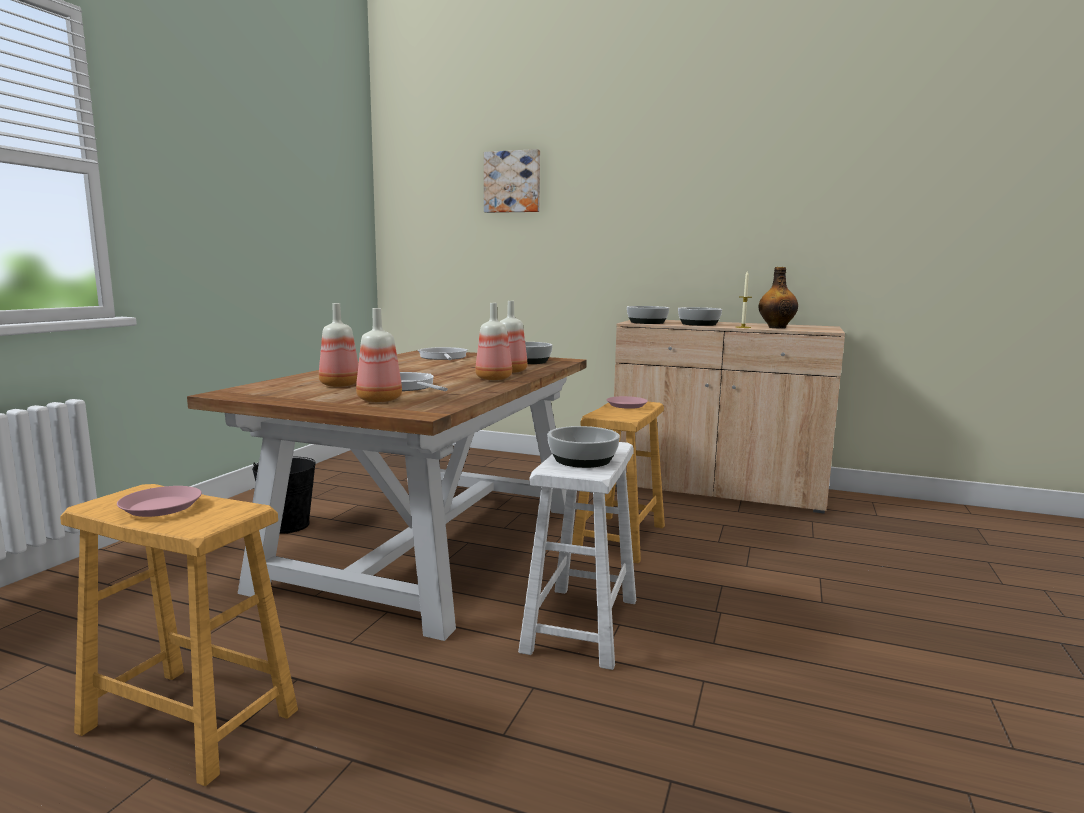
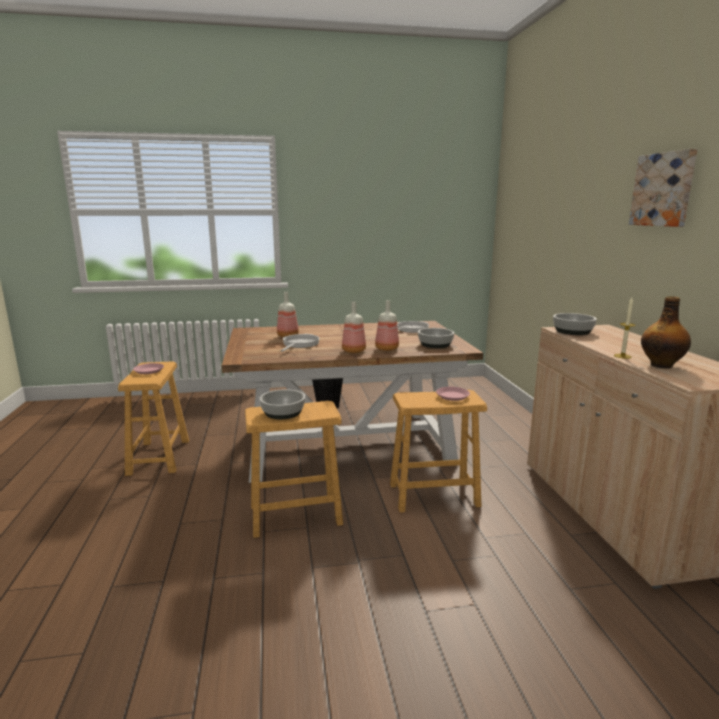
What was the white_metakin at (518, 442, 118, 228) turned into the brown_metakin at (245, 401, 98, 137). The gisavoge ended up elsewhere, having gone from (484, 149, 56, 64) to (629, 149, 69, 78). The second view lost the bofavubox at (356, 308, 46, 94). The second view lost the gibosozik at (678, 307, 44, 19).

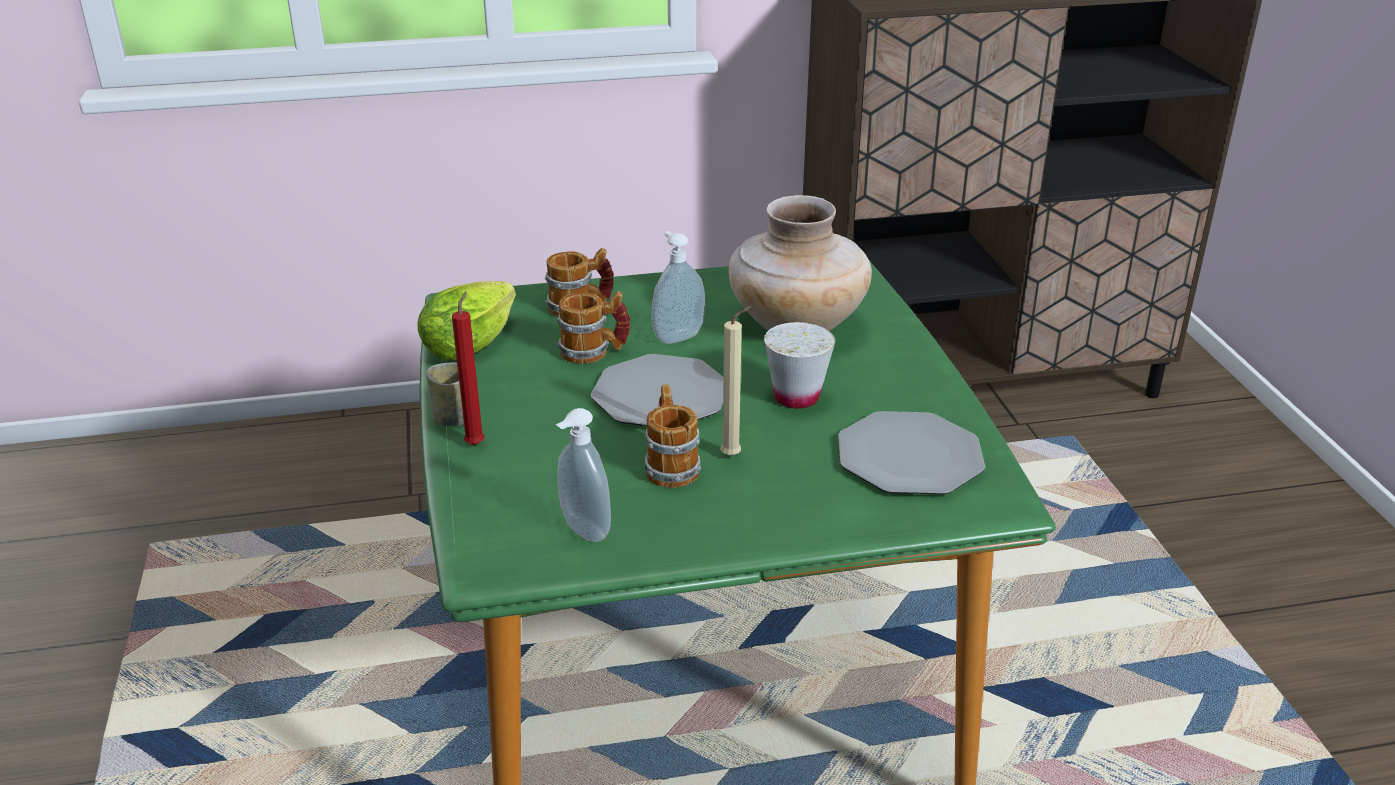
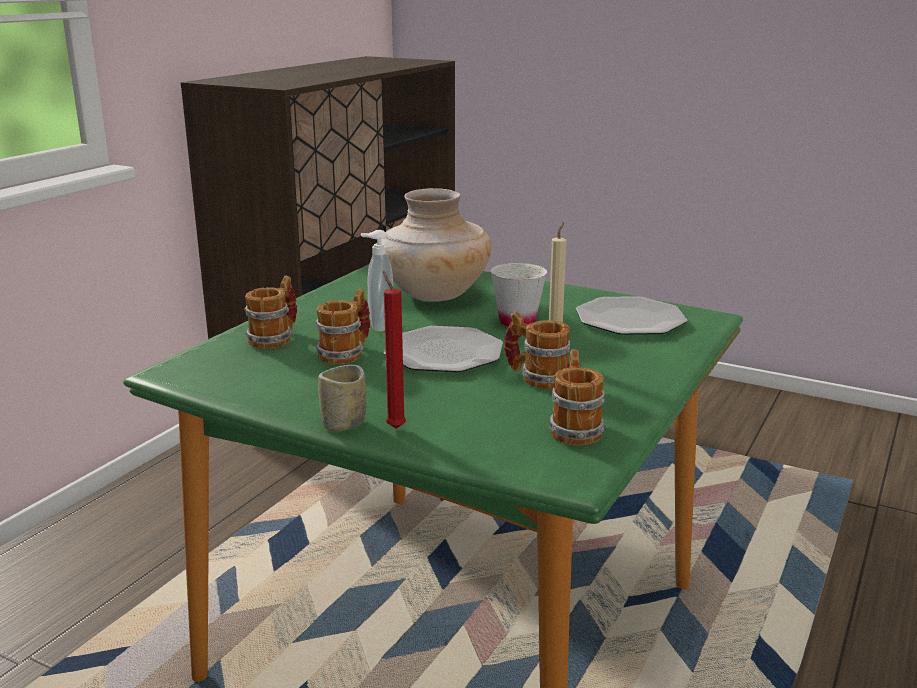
Where the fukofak stood at (556, 408, 55, 134), the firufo came to stand at (550, 349, 55, 97). The second view lost the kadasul at (417, 281, 99, 80).

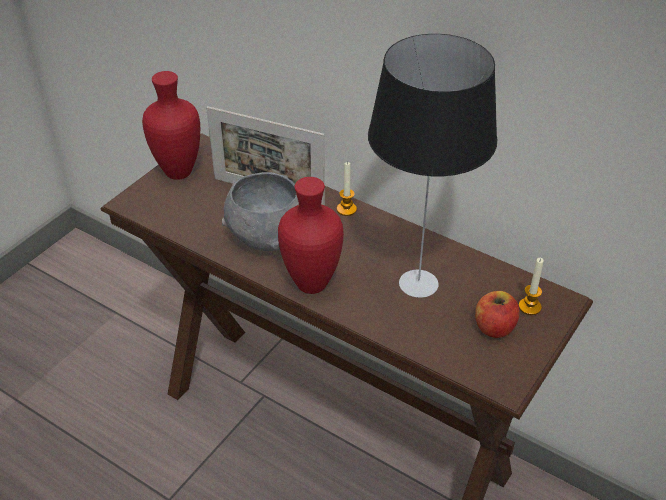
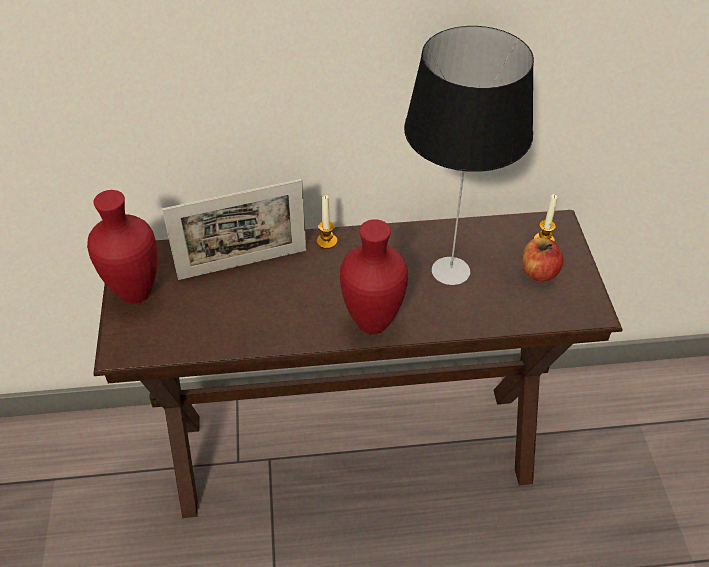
The second view lost the grey_gibosozik at (222, 172, 77, 79).

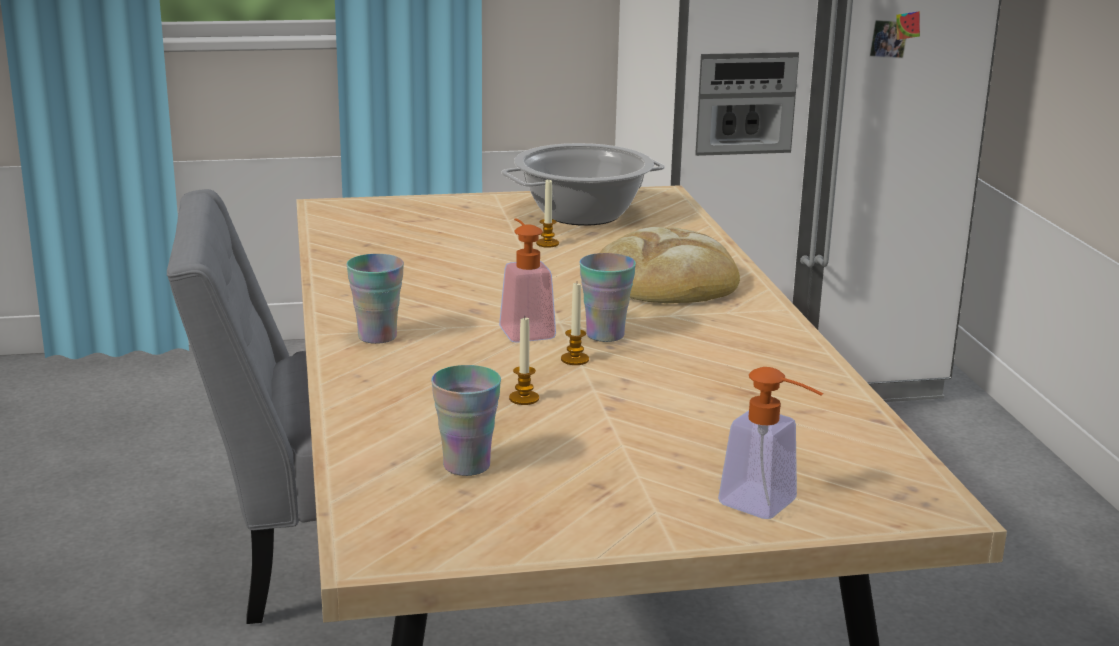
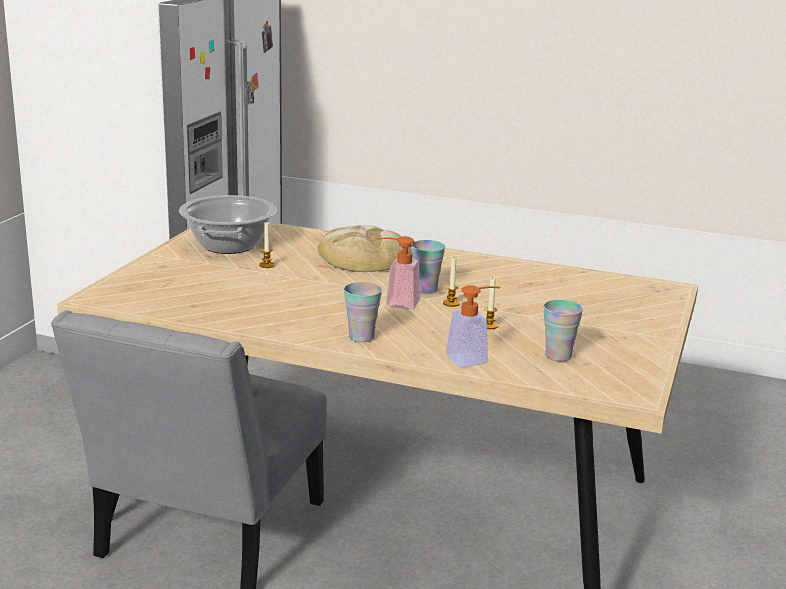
The fukofak ended up elsewhere, having gone from (718, 367, 105, 152) to (446, 285, 54, 82).

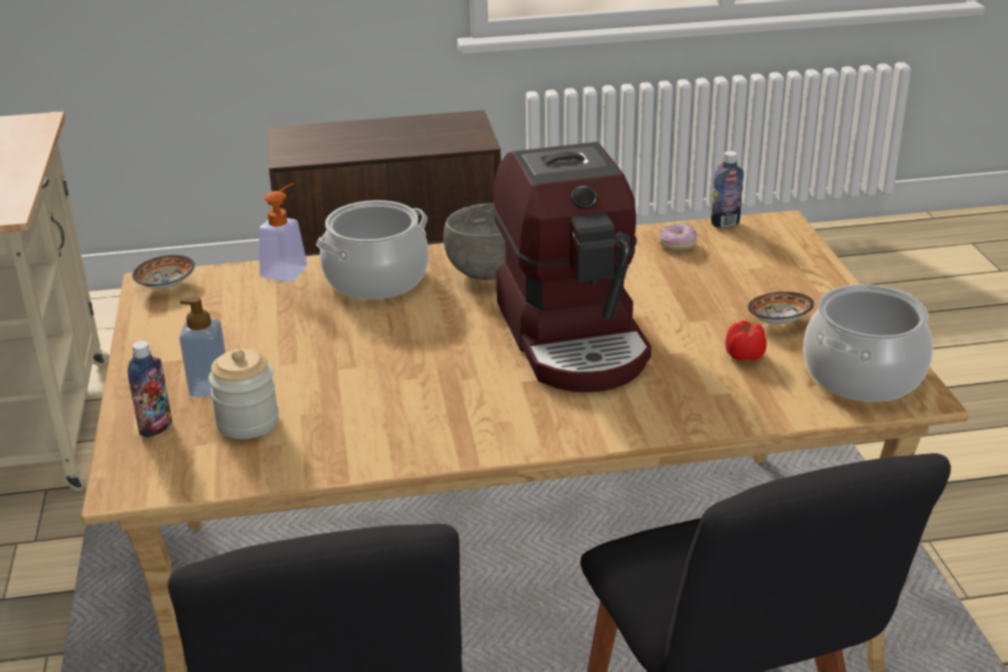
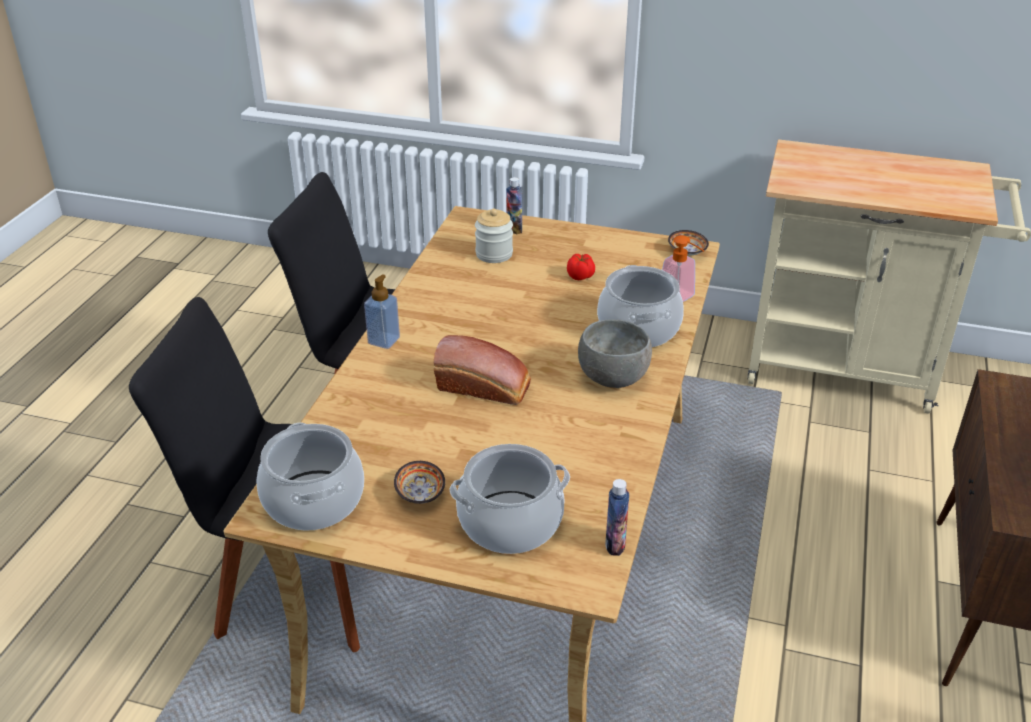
The fukofak ended up elsewhere, having gone from (179, 297, 47, 100) to (364, 274, 36, 75). Where the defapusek stood at (494, 142, 157, 250), the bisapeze came to stand at (433, 335, 98, 70). The second view gained the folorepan at (450, 444, 120, 110). The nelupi ended up elsewhere, having gone from (726, 320, 41, 41) to (567, 254, 28, 26). The second view lost the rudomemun at (659, 223, 38, 27).

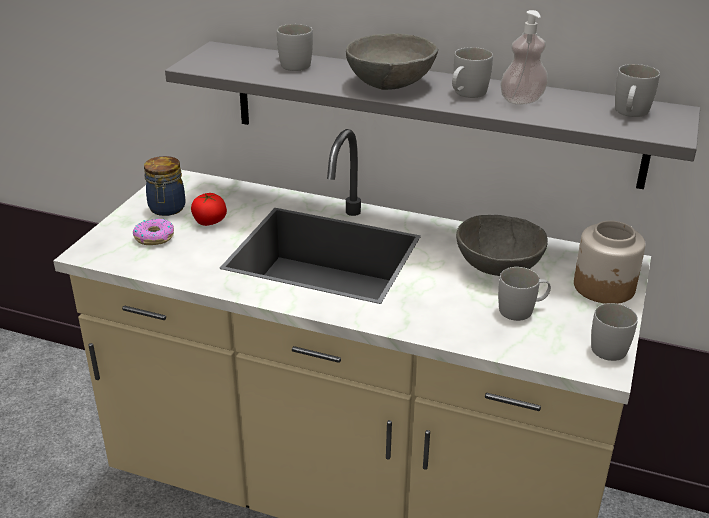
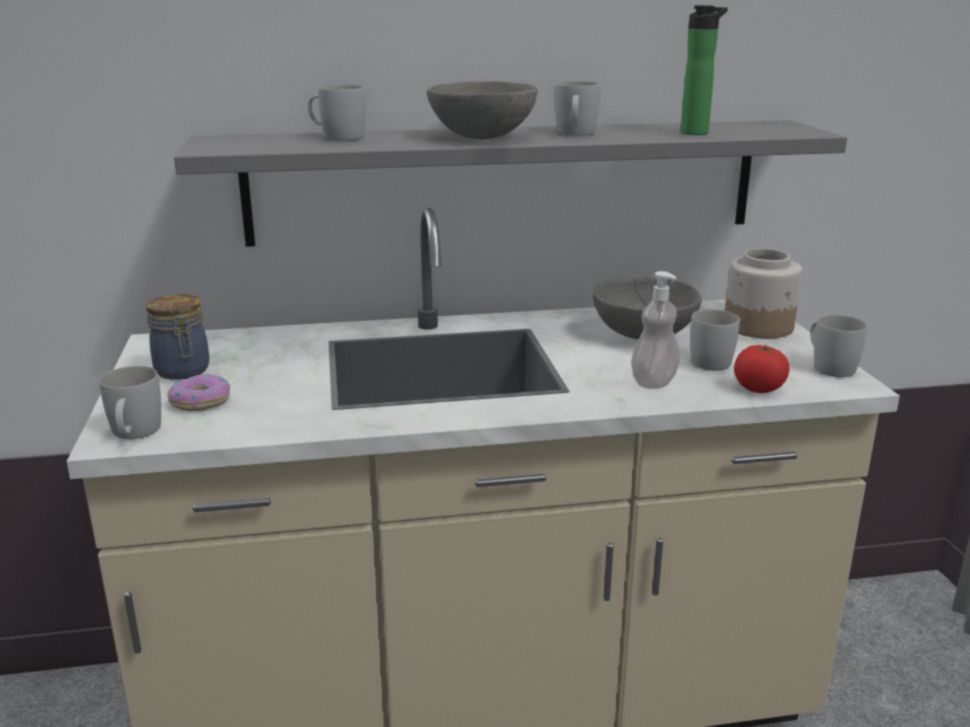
The white_firufo ended up elsewhere, having gone from (615, 64, 45, 53) to (99, 366, 62, 73). The fukofak ended up elsewhere, having gone from (500, 10, 48, 95) to (631, 271, 49, 118). The second view gained the bofavubox at (680, 5, 48, 130). The nelupi ended up elsewhere, having gone from (191, 193, 36, 33) to (734, 345, 55, 48).

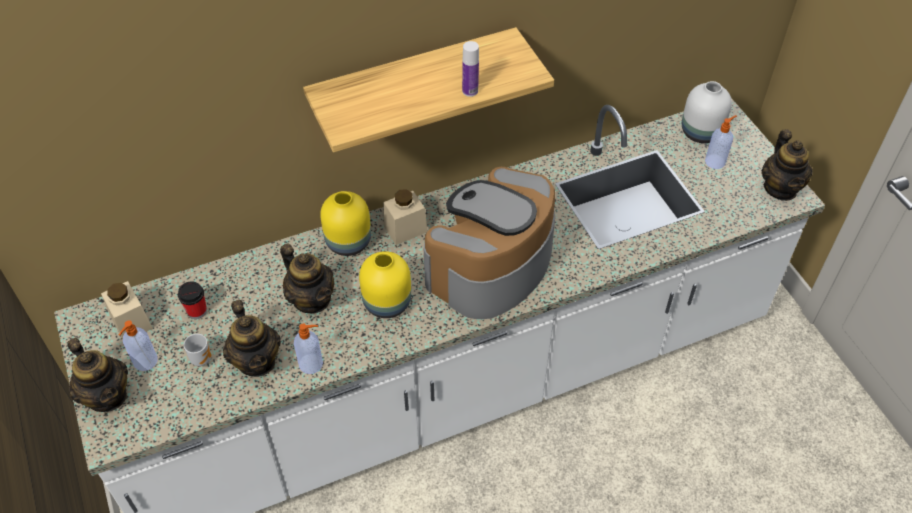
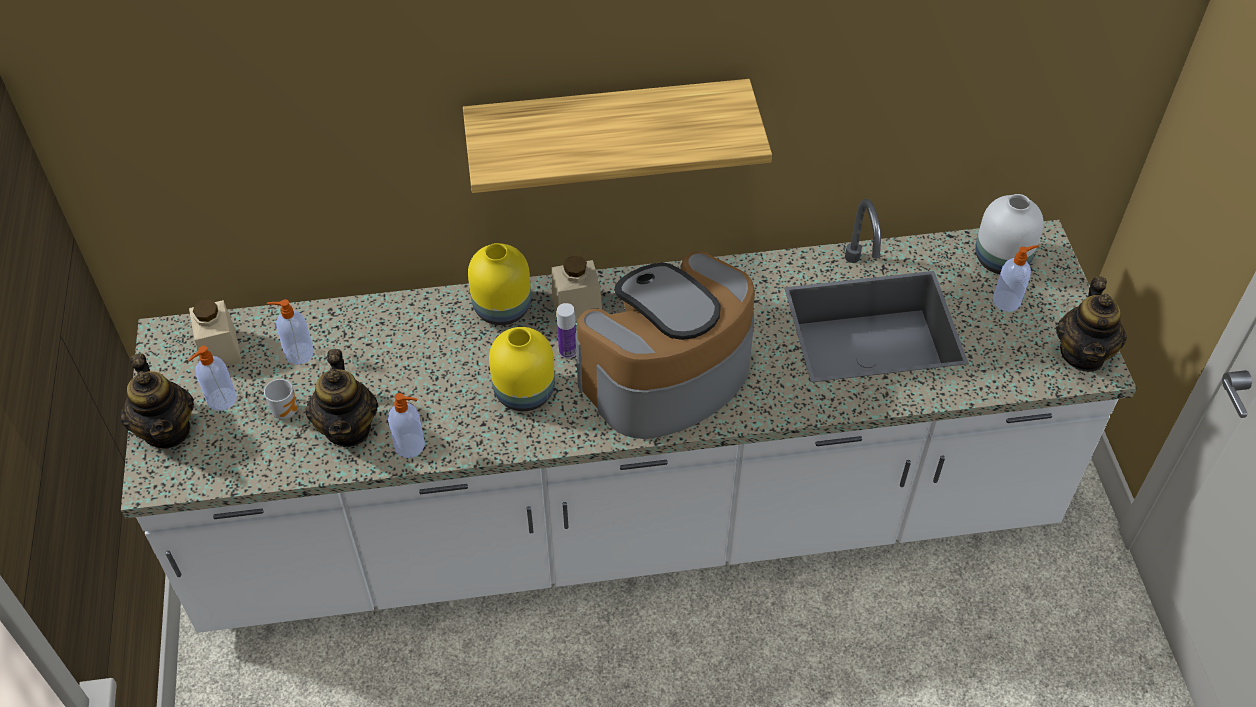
Where the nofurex stood at (178, 281, 29, 38), the fukofak came to stand at (267, 299, 47, 66). The bofavubox ended up elsewhere, having gone from (462, 41, 17, 56) to (557, 303, 19, 55). The second view lost the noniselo at (280, 243, 54, 70).

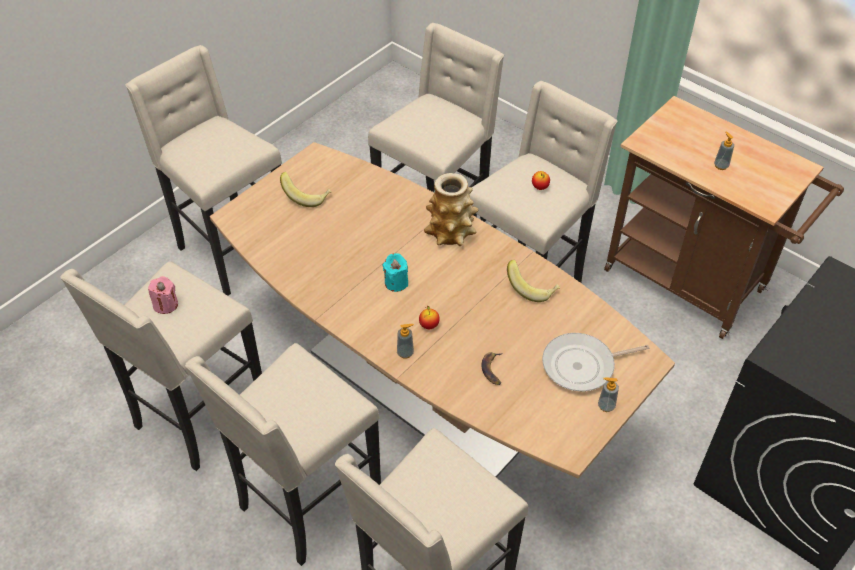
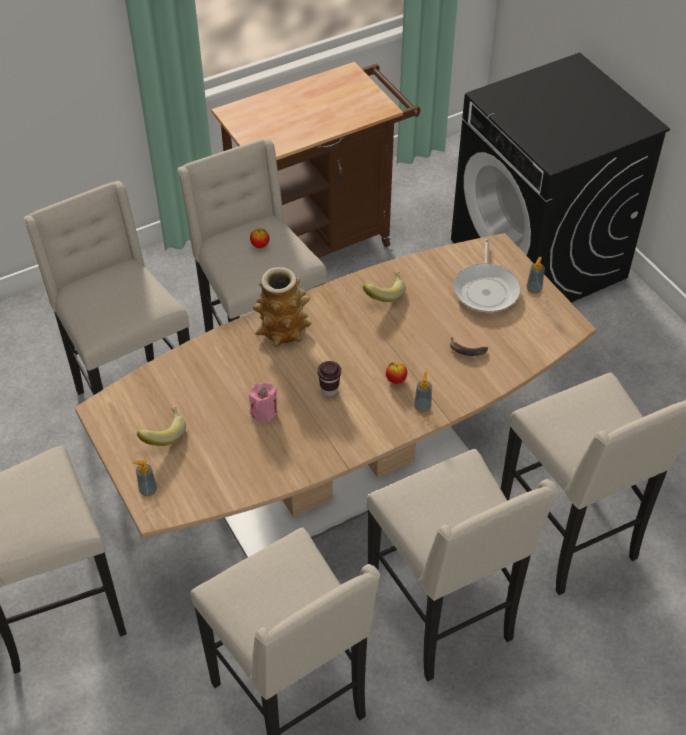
The fukofak ended up elsewhere, having gone from (714, 131, 20, 39) to (132, 460, 25, 36). The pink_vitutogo ended up elsewhere, having gone from (148, 276, 30, 38) to (249, 382, 28, 40). Where the turquoise_vitutogo stood at (383, 253, 25, 39), the brown_nofurex came to stand at (317, 361, 24, 35).

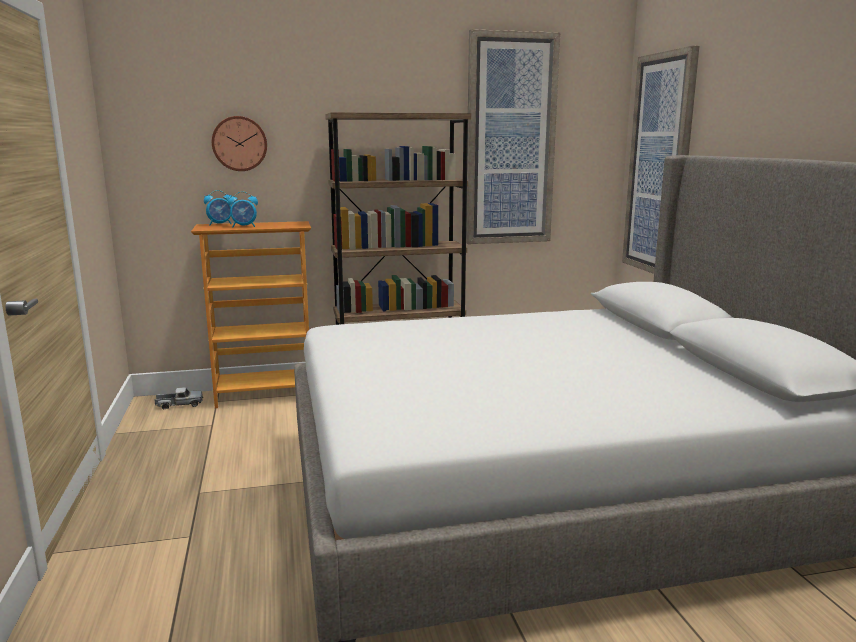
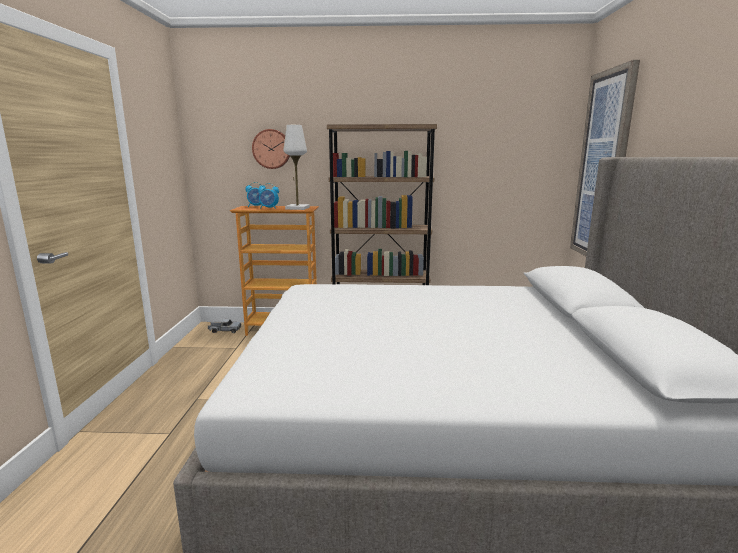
The second view gained the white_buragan at (283, 125, 27, 85). The second view lost the gisavoge at (466, 29, 94, 215).

